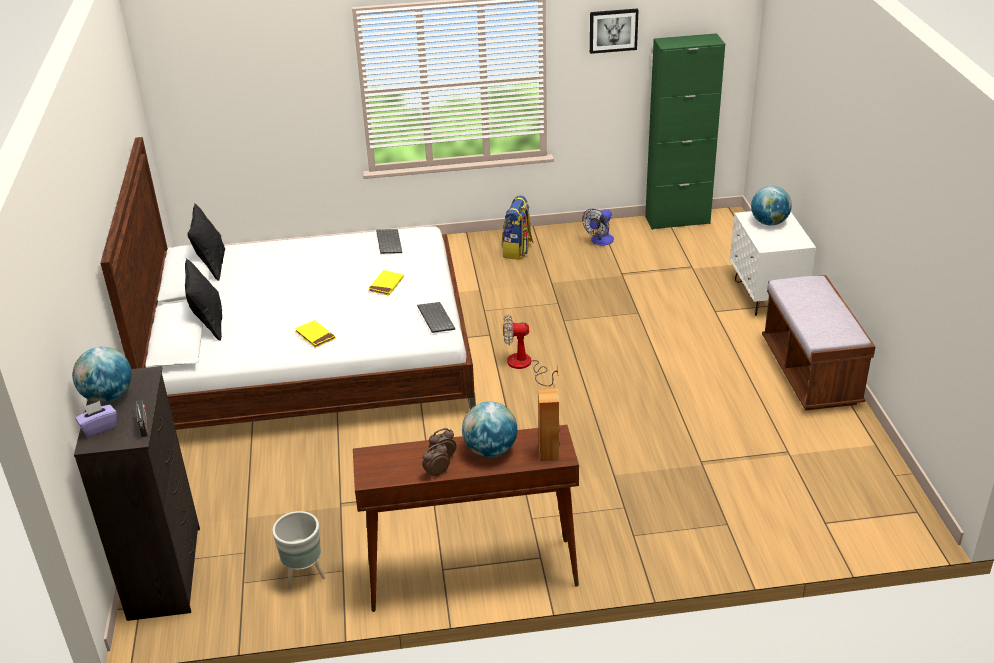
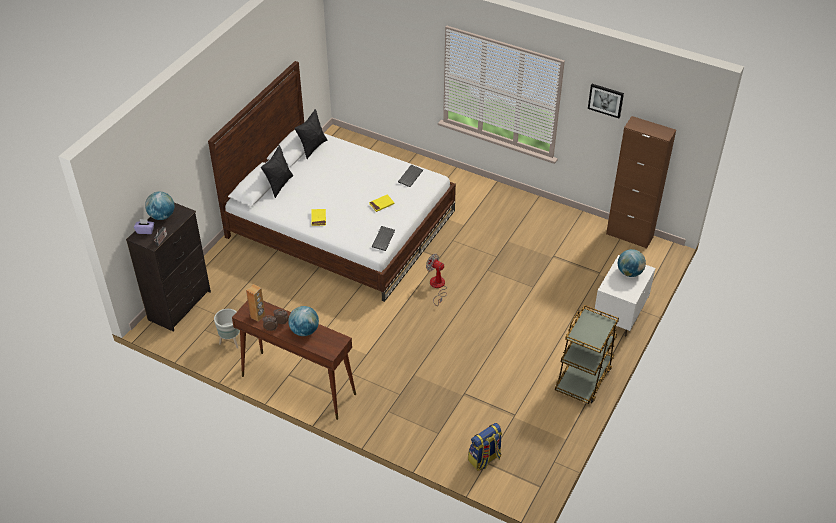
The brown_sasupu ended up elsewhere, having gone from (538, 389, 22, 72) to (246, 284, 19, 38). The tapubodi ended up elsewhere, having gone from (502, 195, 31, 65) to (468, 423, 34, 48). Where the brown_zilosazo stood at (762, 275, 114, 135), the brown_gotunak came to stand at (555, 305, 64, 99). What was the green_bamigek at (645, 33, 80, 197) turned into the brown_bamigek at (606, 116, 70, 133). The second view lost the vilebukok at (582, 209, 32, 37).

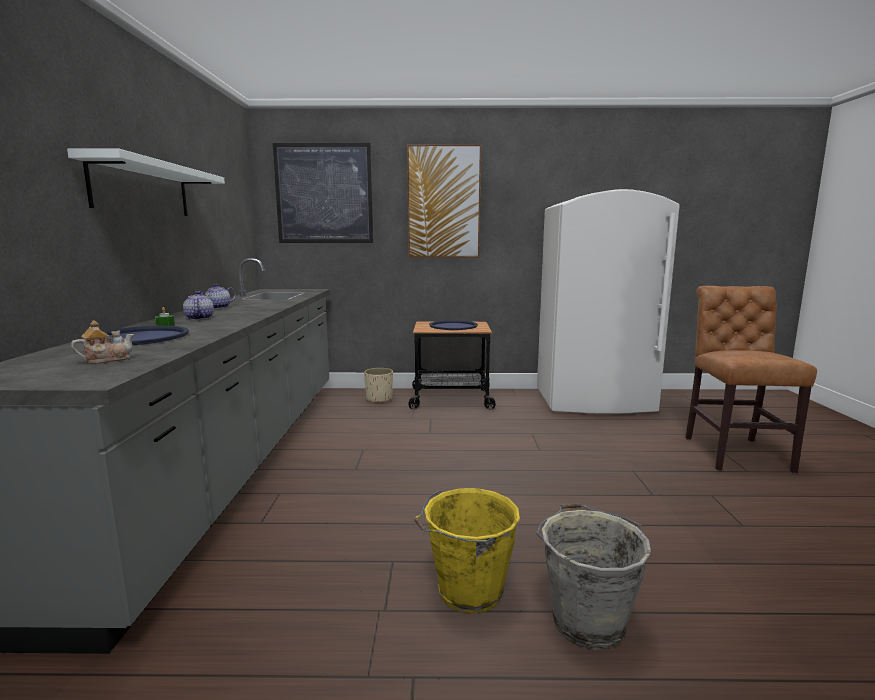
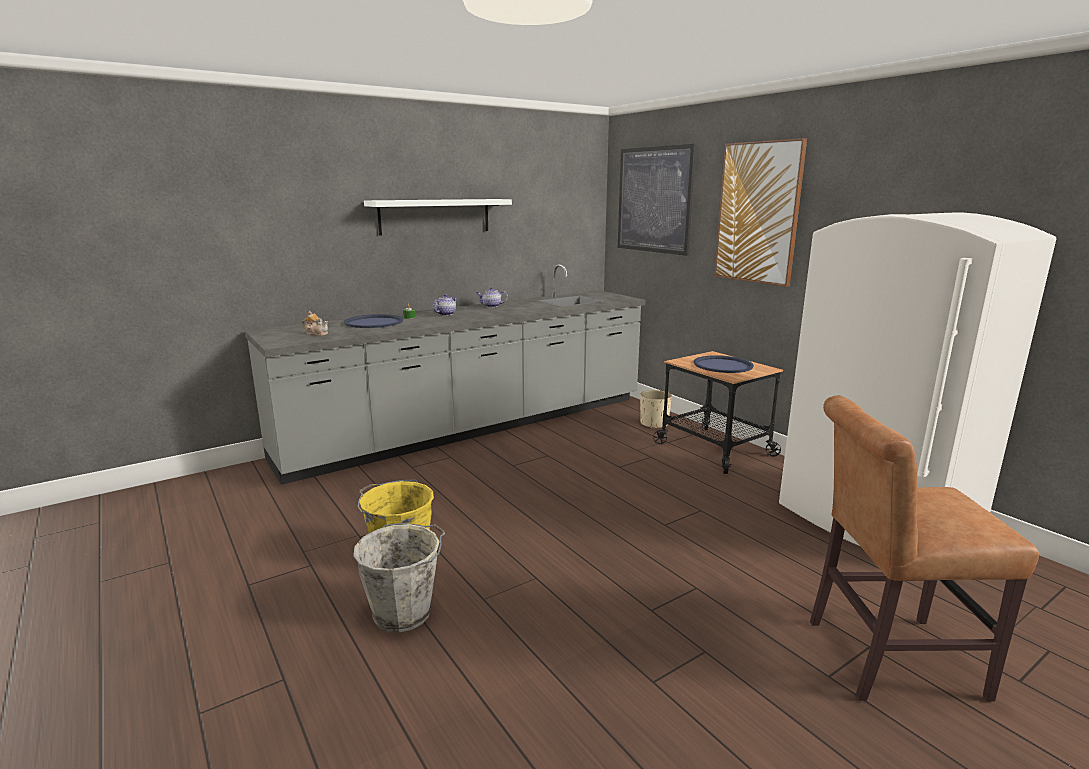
The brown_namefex at (685, 286, 132, 187) ended up facing another way, 150 degrees counterclockwise from before.

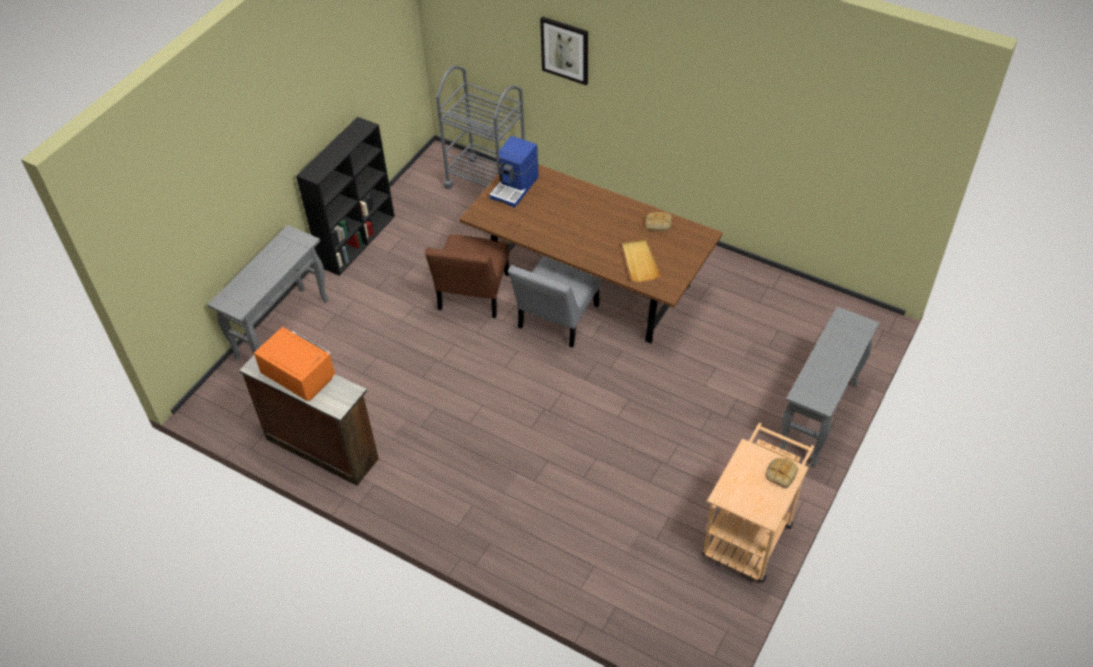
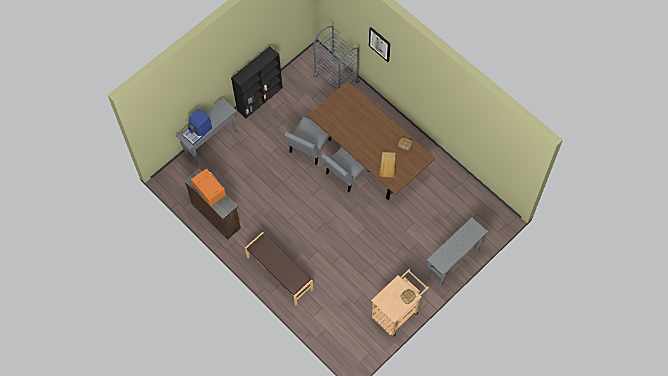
The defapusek ended up elsewhere, having gone from (490, 136, 49, 72) to (183, 108, 29, 37). The second view gained the brown_zilosazo at (245, 232, 69, 74). What was the brown_namefex at (425, 235, 84, 83) turned into the grey_namefex at (284, 117, 47, 48).

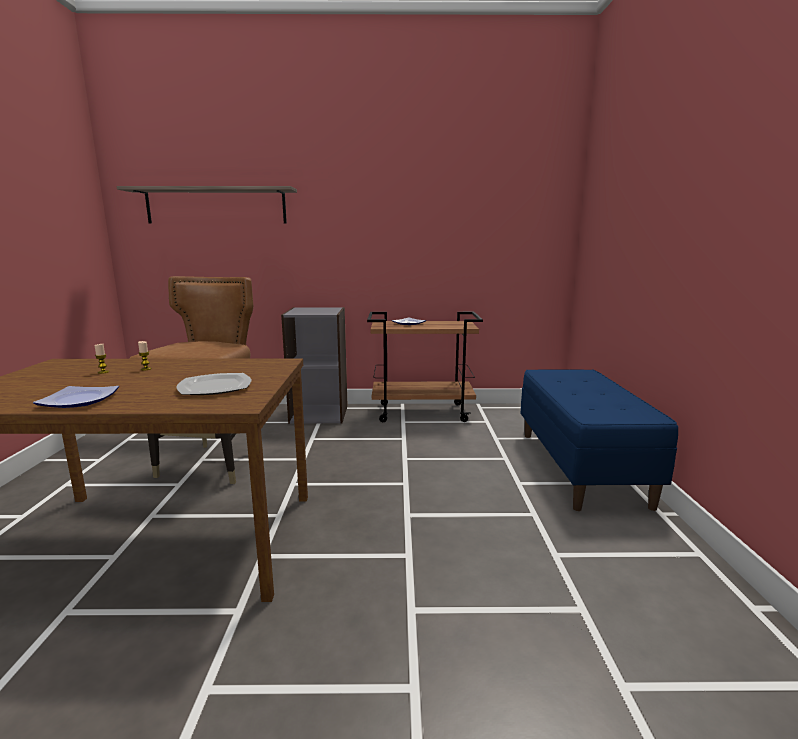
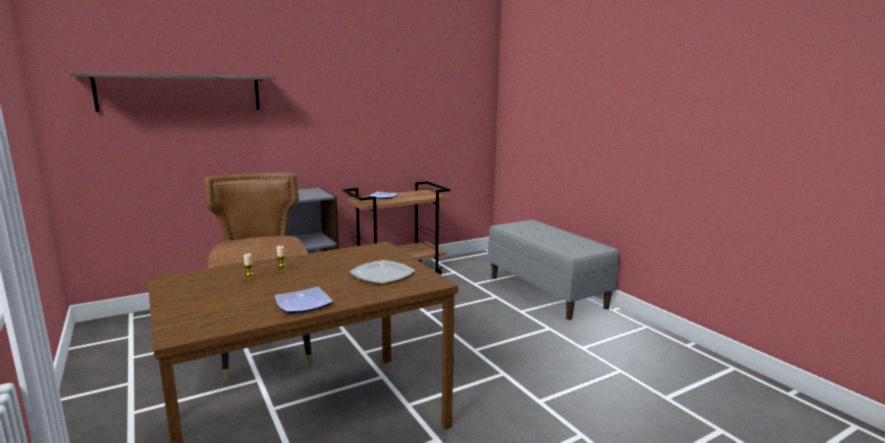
What was the blue_zilosazo at (520, 369, 158, 142) turned into the grey_zilosazo at (488, 220, 132, 100).

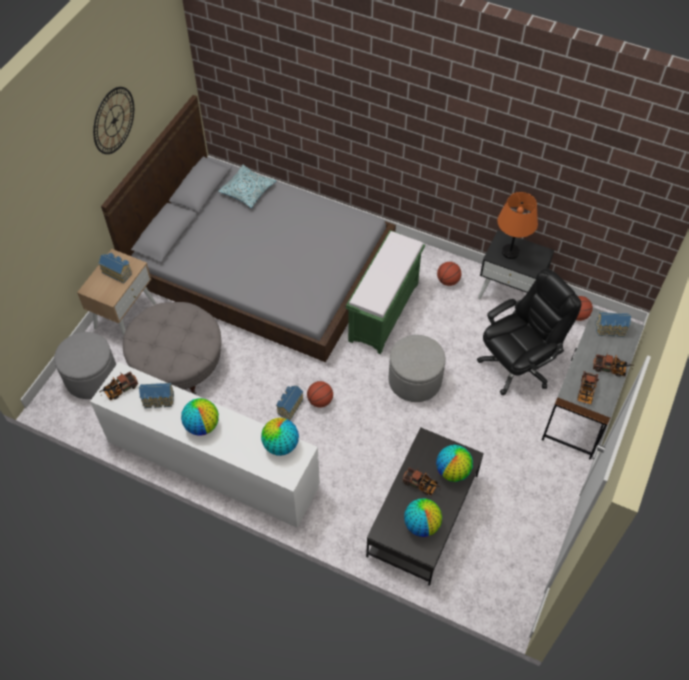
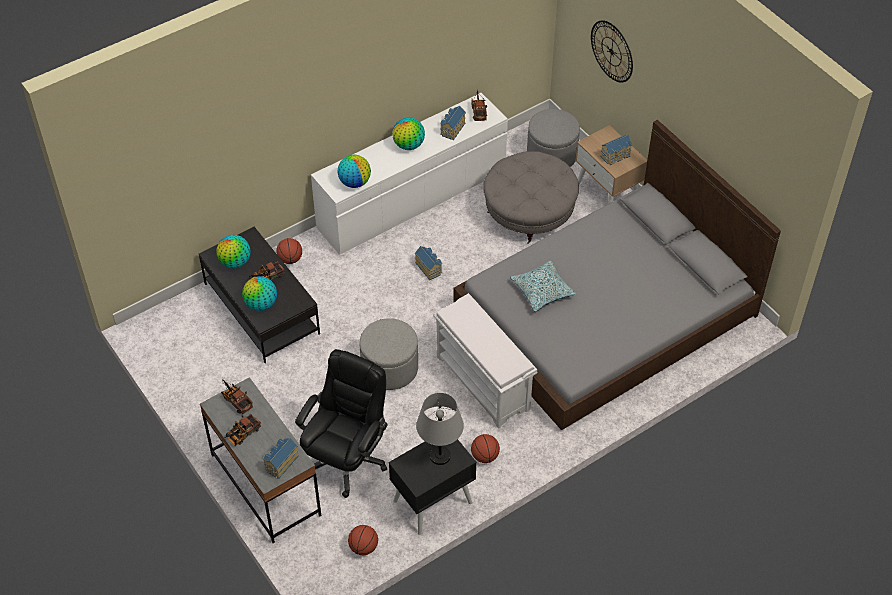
The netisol ended up elsewhere, having gone from (307, 381, 26, 27) to (276, 238, 26, 26). The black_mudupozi at (477, 268, 105, 127) ended up facing another way, 150 degrees counterclockwise from before. What was the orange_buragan at (497, 192, 41, 67) turned into the grey_buragan at (416, 393, 48, 72). What was the green_zilosazo at (346, 230, 79, 124) turned into the white_zilosazo at (433, 293, 104, 136). The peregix ended up elsewhere, having gone from (218, 165, 58, 43) to (510, 261, 66, 51). The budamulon ended up elsewhere, having gone from (93, 87, 41, 67) to (591, 20, 42, 62).

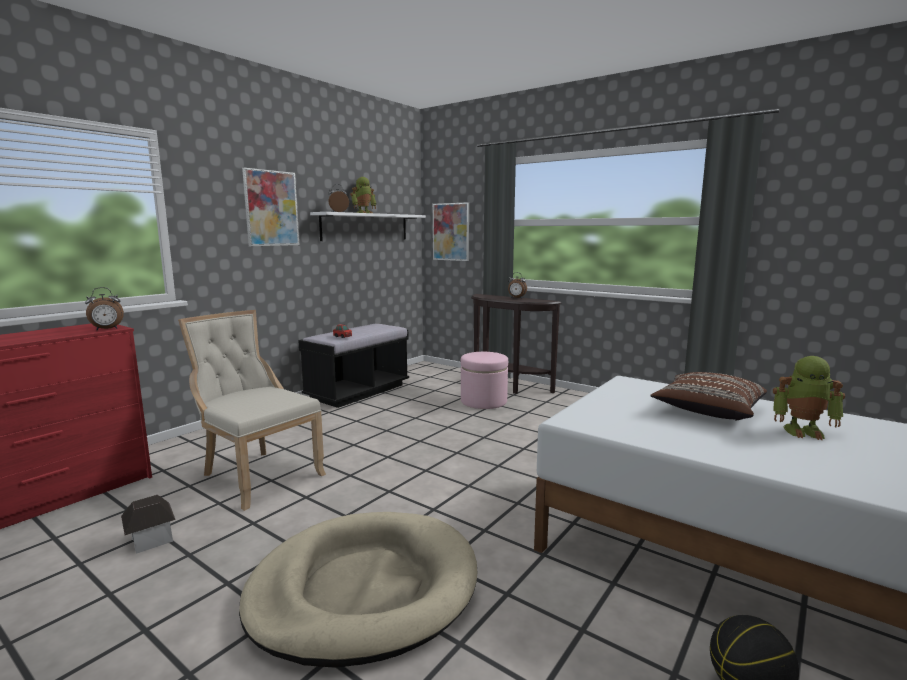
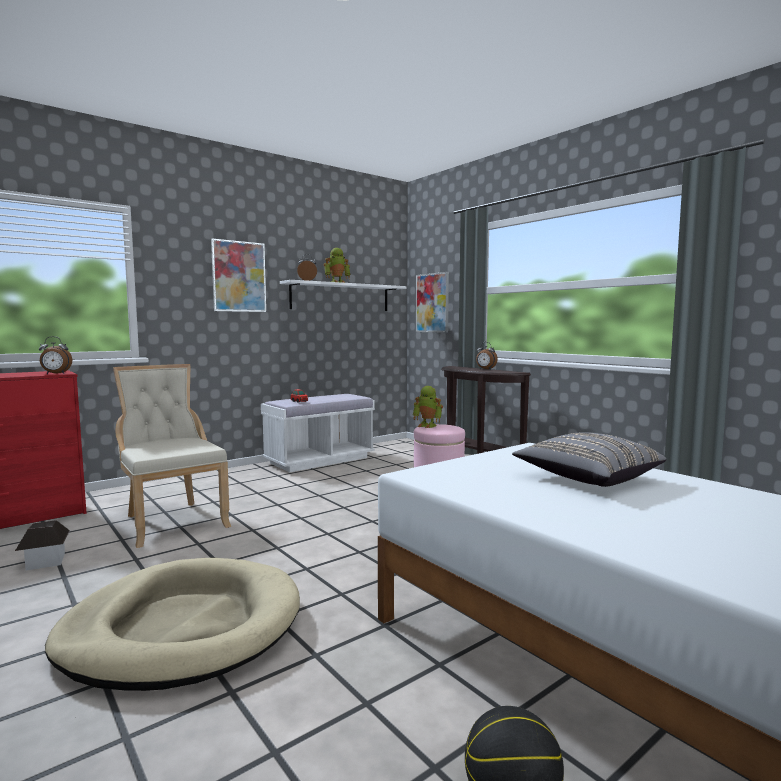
What was the black_zilosazo at (298, 324, 111, 84) turned into the white_zilosazo at (261, 394, 114, 78). The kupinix ended up elsewhere, having gone from (773, 356, 72, 84) to (413, 386, 30, 42). What was the brown_peregix at (651, 372, 116, 48) turned into the grey_peregix at (512, 432, 154, 55).

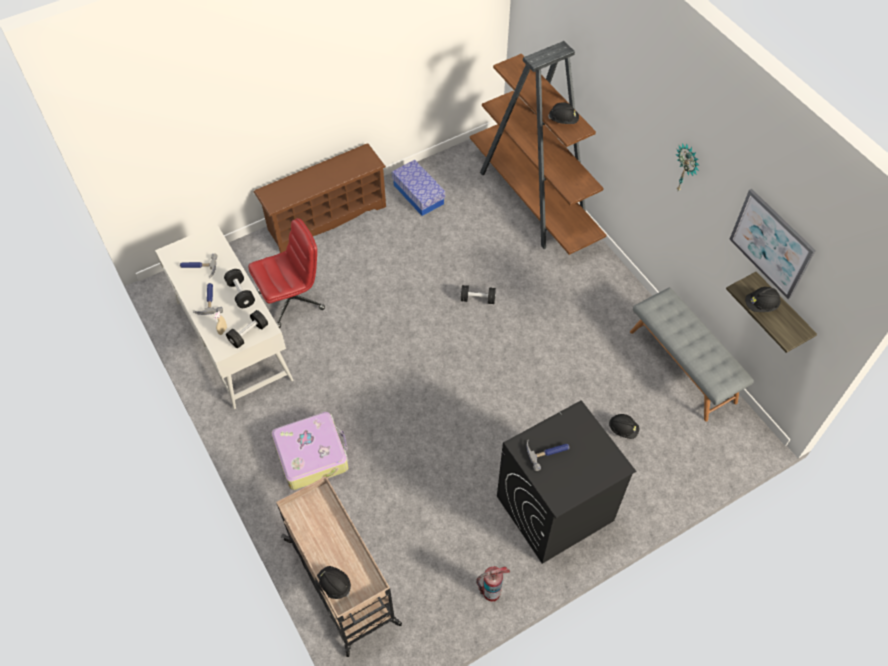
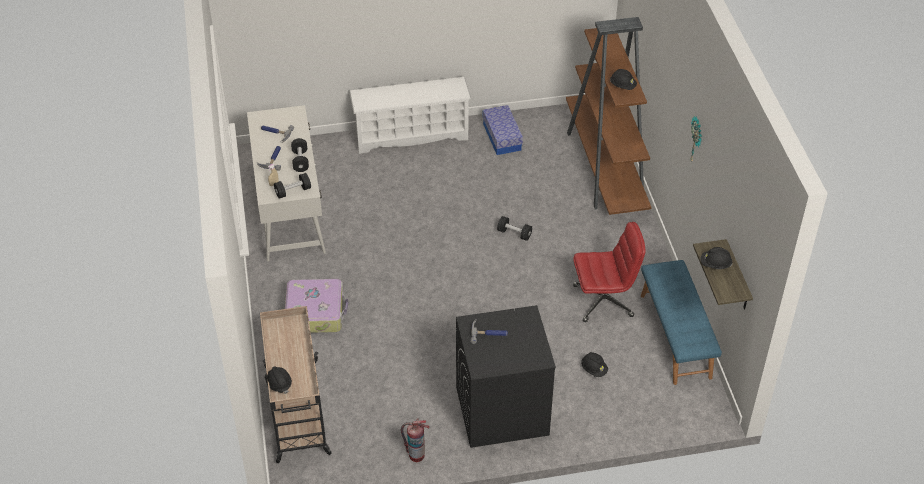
What was the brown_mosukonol at (254, 143, 132, 110) turned into the white_mosukonol at (349, 77, 122, 77). The red_mudupozi ended up elsewhere, having gone from (248, 218, 77, 110) to (573, 222, 73, 100). What was the grey_zilosazo at (630, 288, 124, 134) turned into the blue_zilosazo at (641, 260, 81, 125). The second view lost the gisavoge at (729, 189, 87, 110).

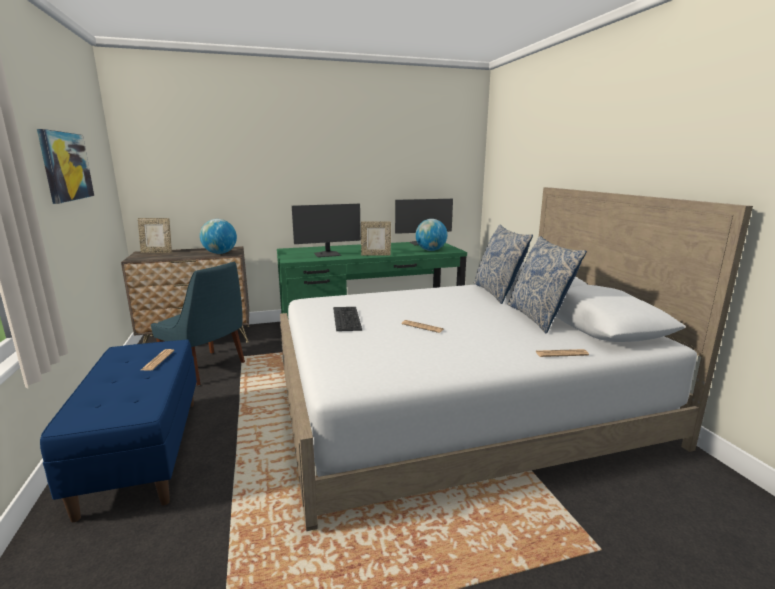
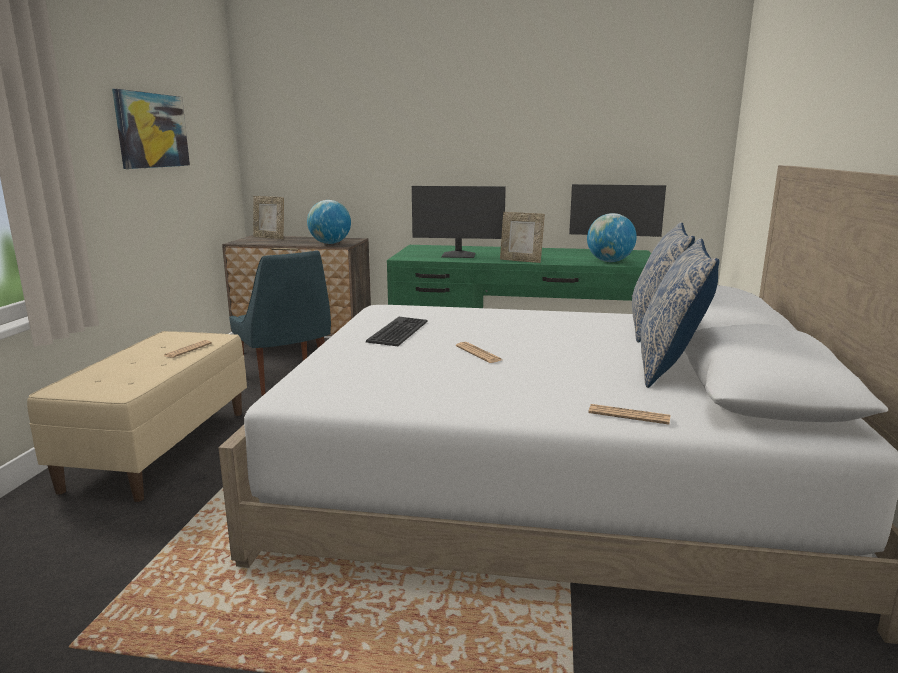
What was the blue_zilosazo at (40, 339, 157, 183) turned into the beige_zilosazo at (27, 331, 220, 171).

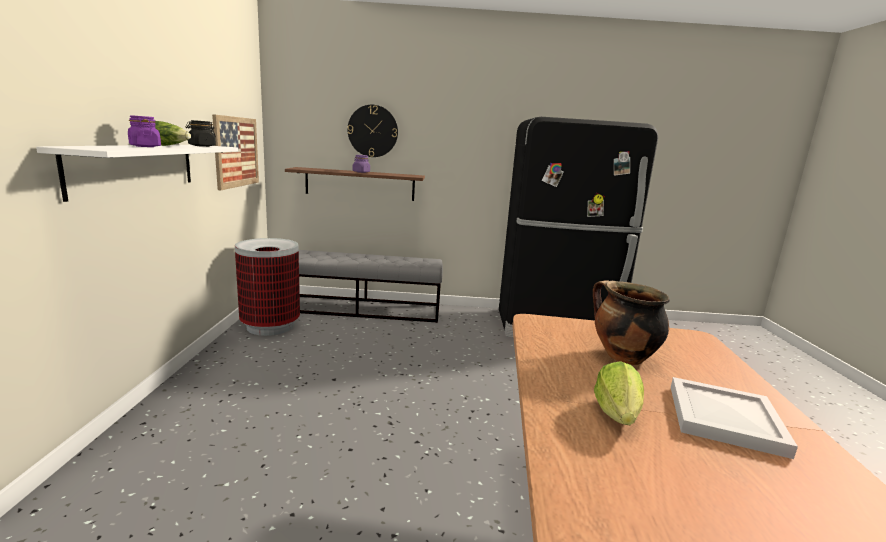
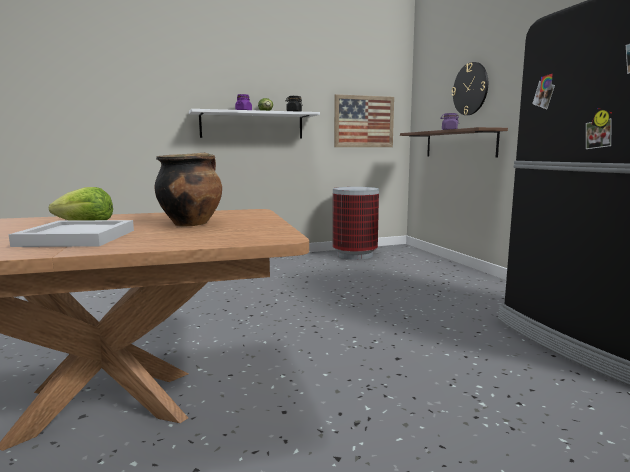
The second view lost the grey_zilosazo at (299, 250, 144, 73).

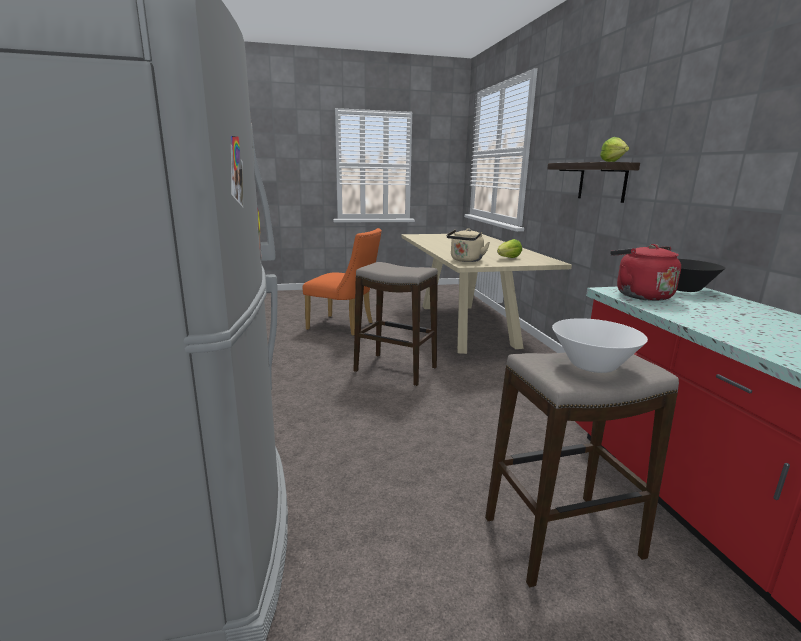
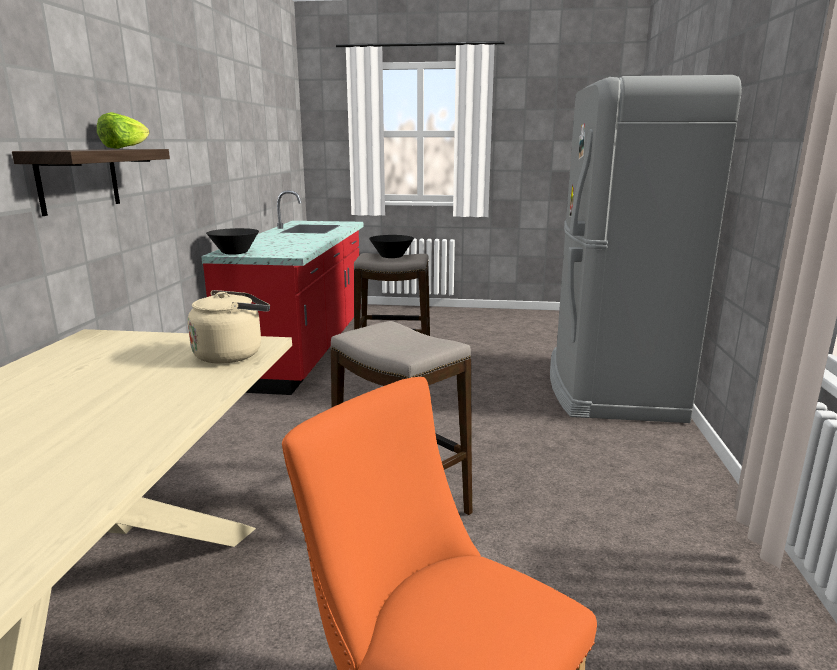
What was the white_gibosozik at (552, 318, 96, 55) turned into the black_gibosozik at (369, 235, 45, 23). The second view lost the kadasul at (497, 239, 25, 19). The second view lost the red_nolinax at (610, 244, 71, 57).

